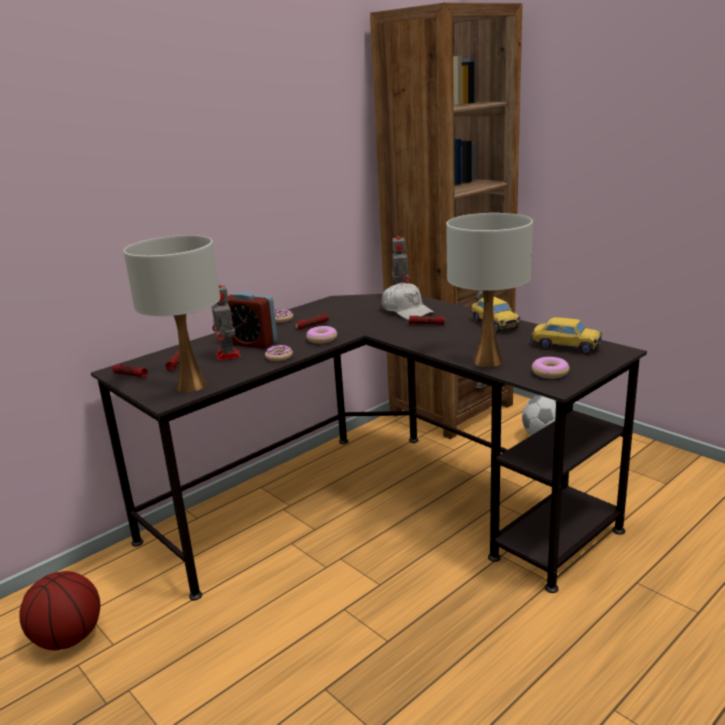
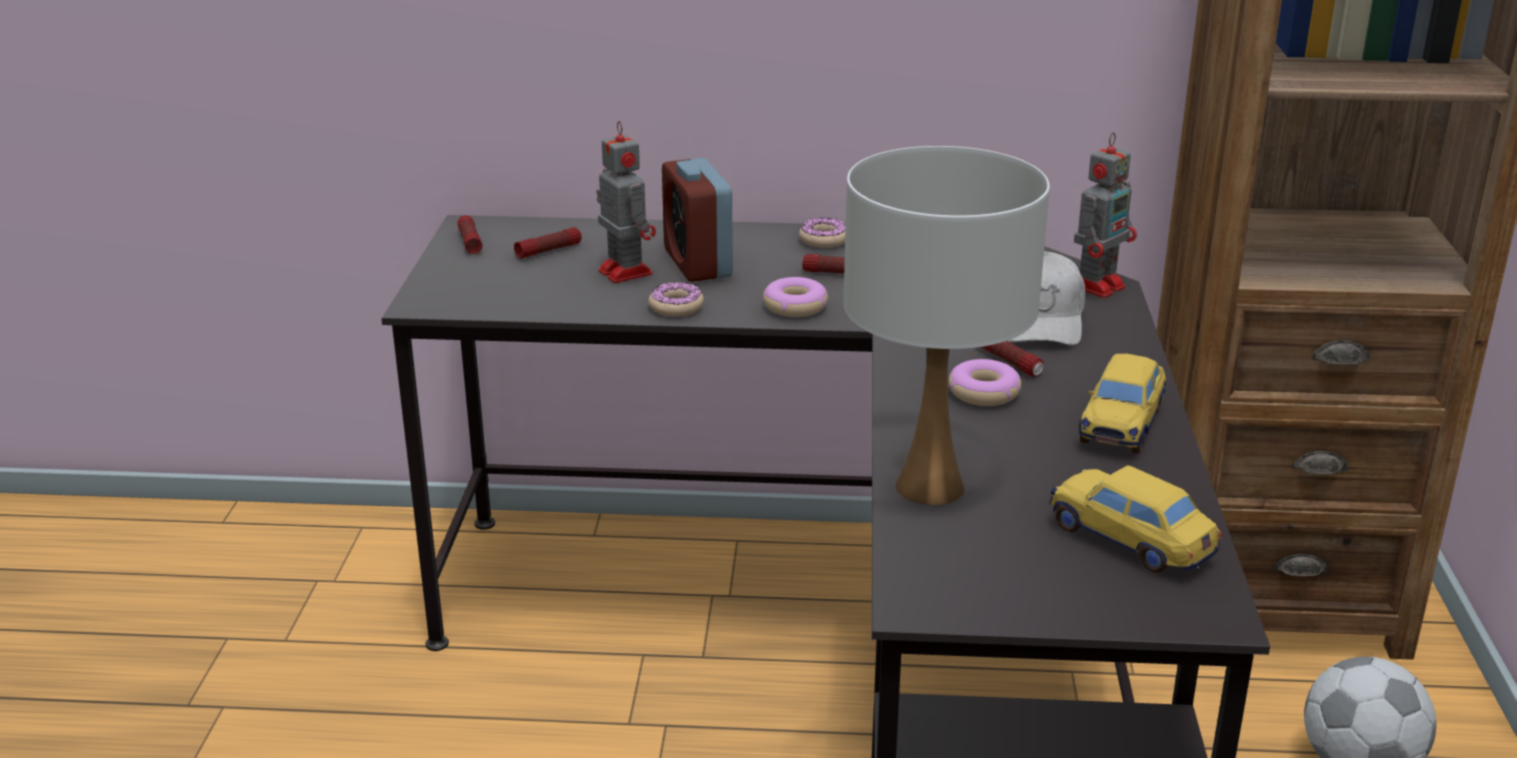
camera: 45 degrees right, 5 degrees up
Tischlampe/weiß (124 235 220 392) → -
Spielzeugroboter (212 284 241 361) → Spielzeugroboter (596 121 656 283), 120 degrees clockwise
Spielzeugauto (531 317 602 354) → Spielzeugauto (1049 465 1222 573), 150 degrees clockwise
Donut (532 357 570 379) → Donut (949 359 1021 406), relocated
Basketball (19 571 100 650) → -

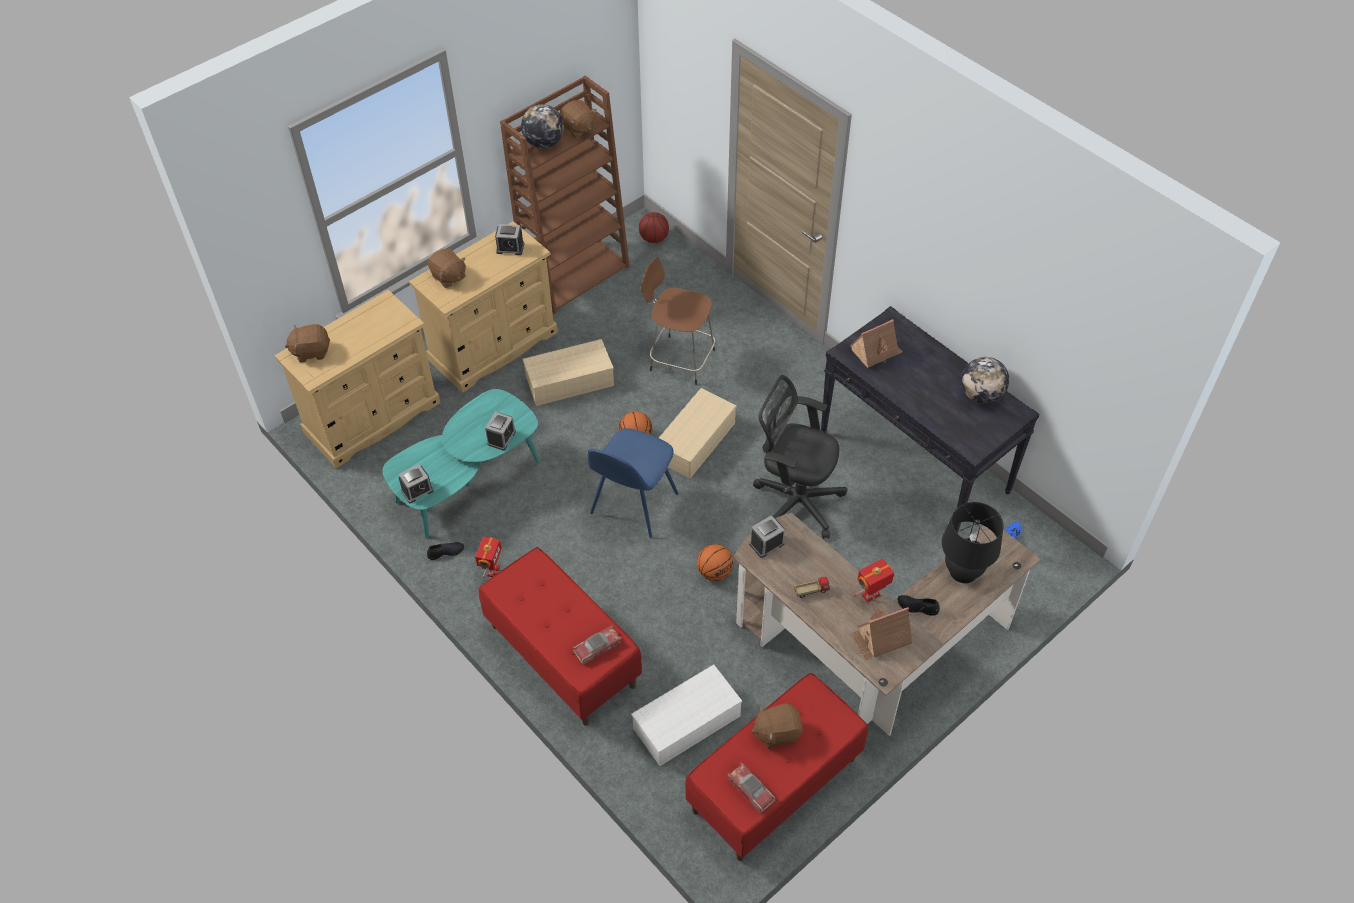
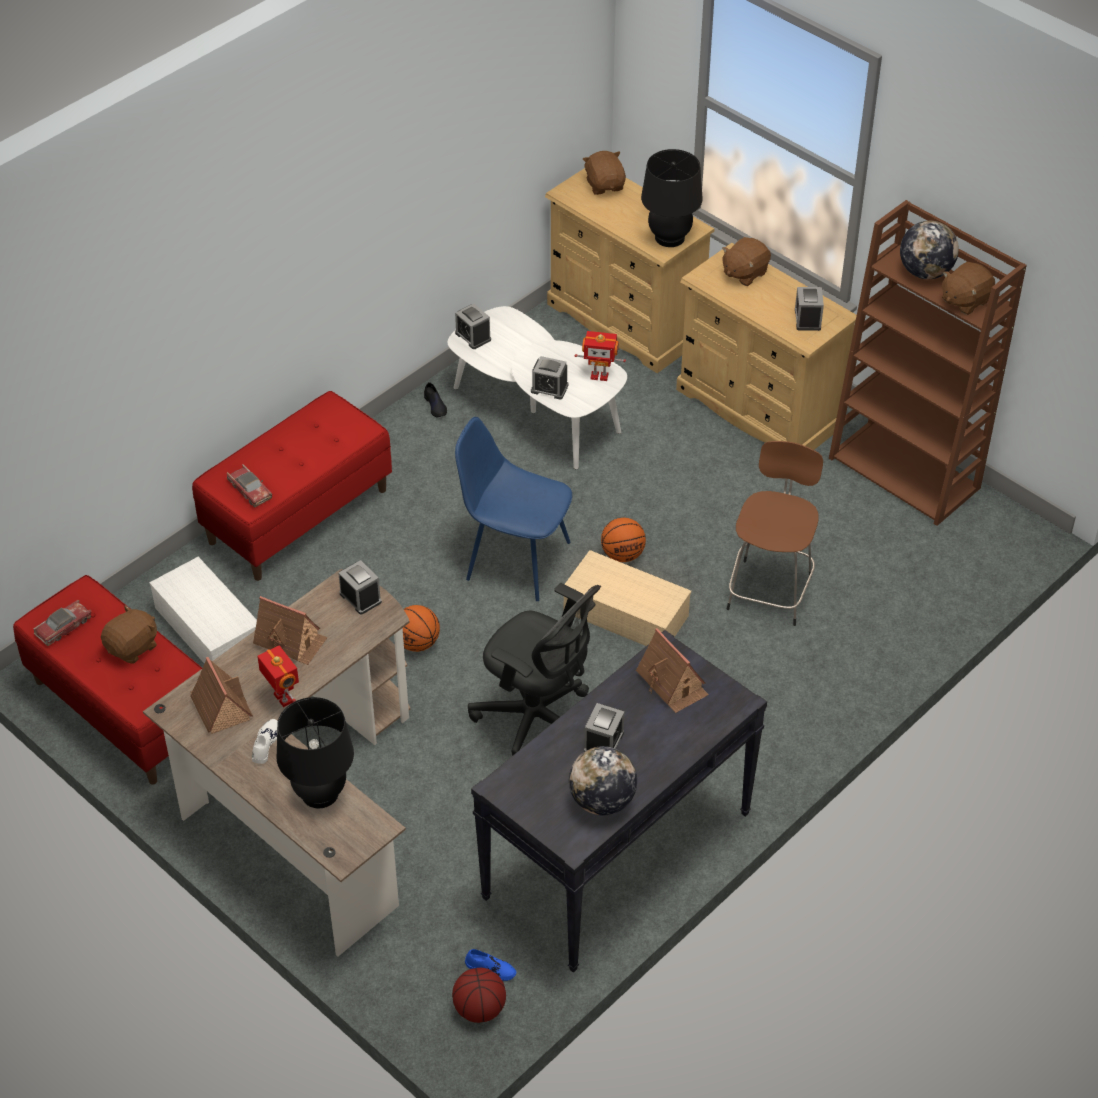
camera: 85 degrees right, 5 degrees down
Basketball (639 212 669 243) → Basketball (452 968 506 1023), relocated
Aufbewahrungsbox/beige (523 339 614 406) → -
Bürostuhl/schwarz (753 375 847 539) → Bürostuhl/schwarz (468 583 601 756), 105 degrees clockwise
Couchtisch/türkis (382 389 540 539) → Couchtisch/weiß (447 306 627 469)
Spielzeugroboter (475 536 502 578) → Spielzeugroboter (574 331 626 381), relocated
Spielzeuglaster (794 577 830 598) → Spielzeughaus (253 596 328 665)
Schuh/schwarz (898 595 940 616) → Schuh/weiß (252 719 278 764)
Plüschtier/braun (751 704 803 749) → Plüschtier/braun (101 605 157 664), 60 degrees clockwise
- → Tischlampe/schwarz (641 149 703 247)
- → Wecker (584 703 624 752)

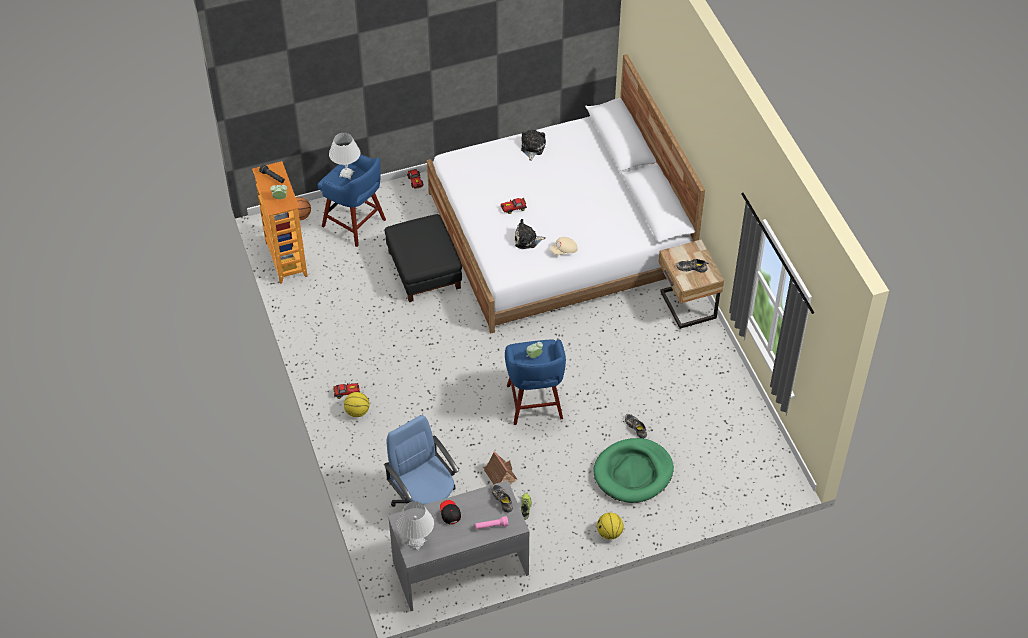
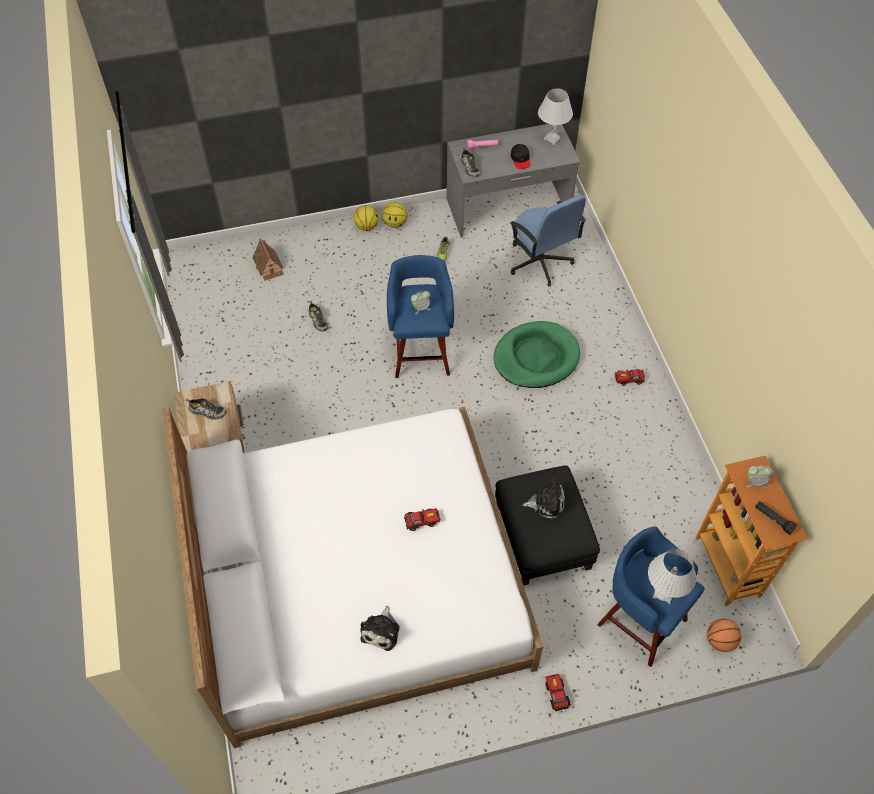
camera: 175 degrees left, 5 degrees up
Plüschtier (515 219 546 249) → Plüschtier (523 479 565 519), relocated
Kappe/beige (550 237 578 255) → -
Basketball (344 392 370 417) → Basketball (382 202 408 228), relocated
Hundebett/grün (593 438 674 503) → Hundebett/grün (494 321 580 388), relocated
Spielzeughaus (483 451 517 484) → Spielzeughaus (253 238 284 281), relocated

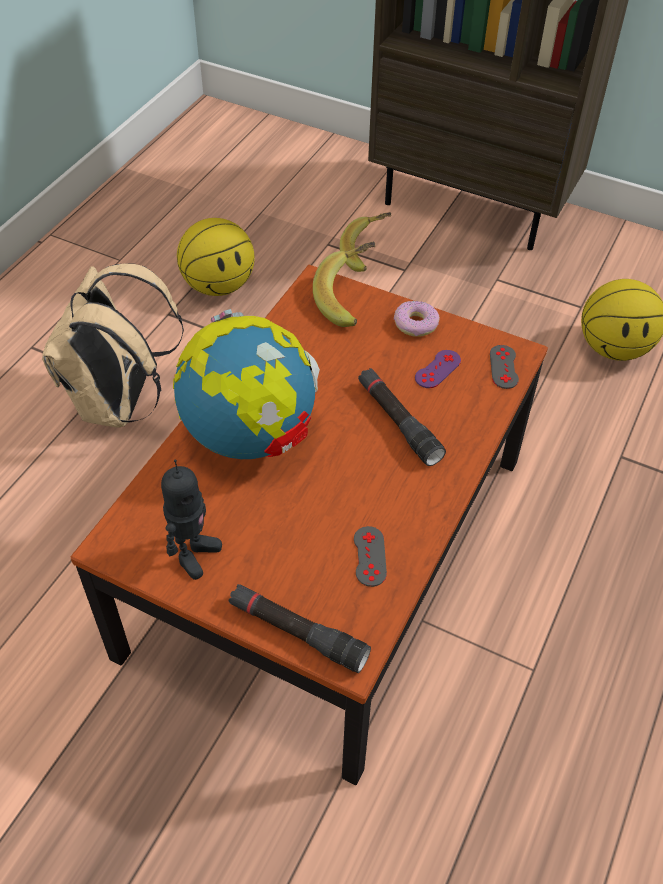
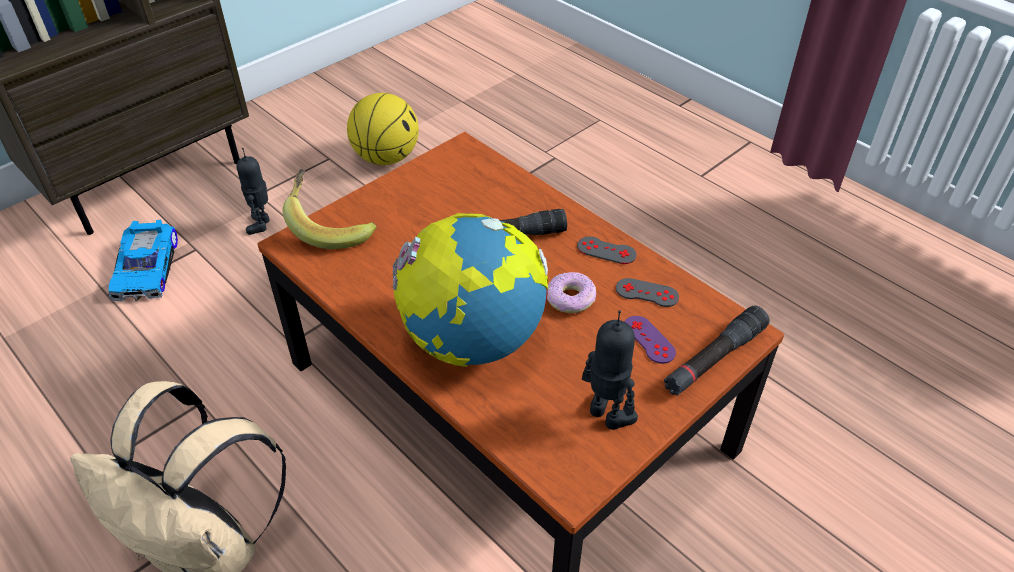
camera: 70 degrees left, 5 degrees down
Banane (340 212 391 272) → Spielzeugauto (109 219 178 302)
Basketball (177 218 255 296) → -
Donut (394 301 440 337) → Donut (547 272 596 313), relocated
Gamepad/grau (490 345 519 389) → Gamepad/grau (577 236 637 264), relocated
Gamepad/lila (415 350 461 388) → Gamepad/lila (624 316 676 364), relocated
- → Spielzeugroboter (237 148 270 235)

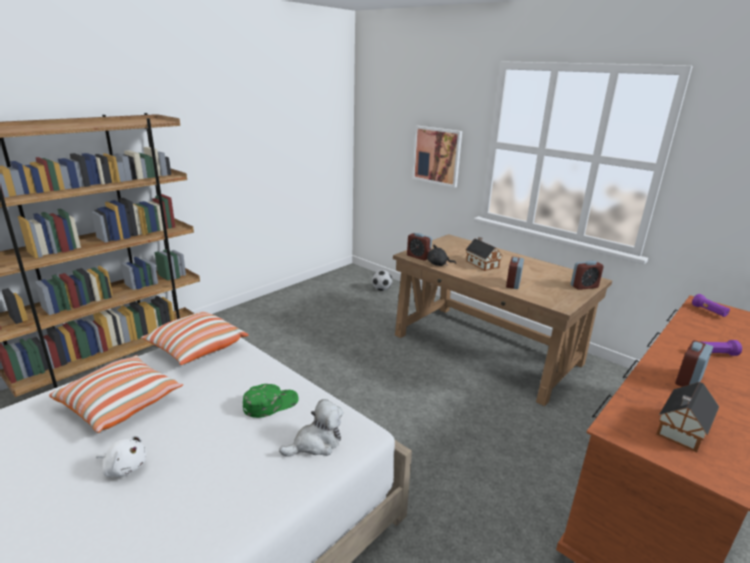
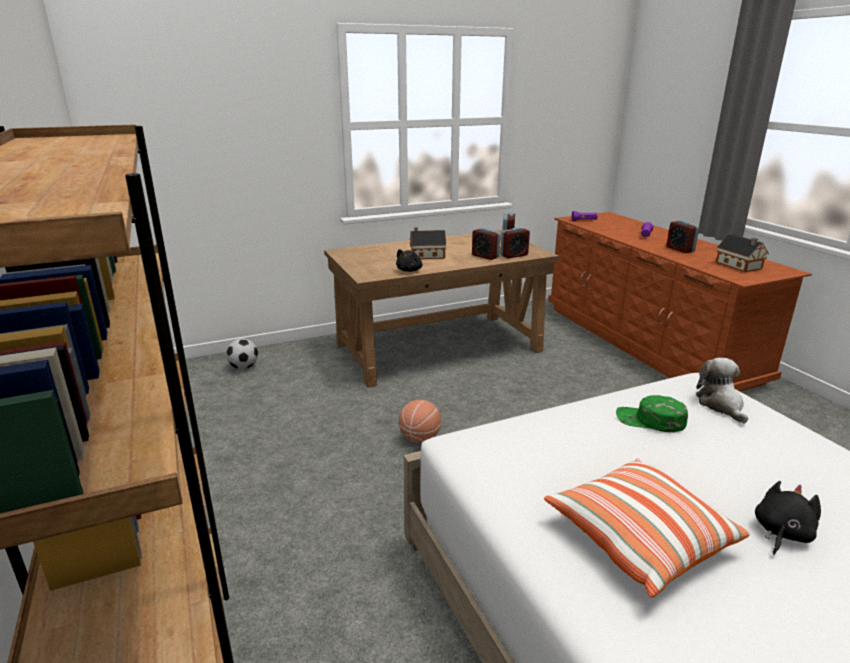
camera: 65 degrees left, 0 degrees up
Bild (412 126 462 188) → -
Wecker (407 233 432 260) → Wecker (501 227 530 258), relocated
Kissen (141 312 248 365) → -
Kappe/grün (243 384 298 418) → Kappe/grün (616 395 688 432), 60 degrees counterclockwise
Plüschtier/weiß (96 435 146 477) → Plüschtier/schwarz (755 481 821 555)
- → Basketball (399 400 441 443)

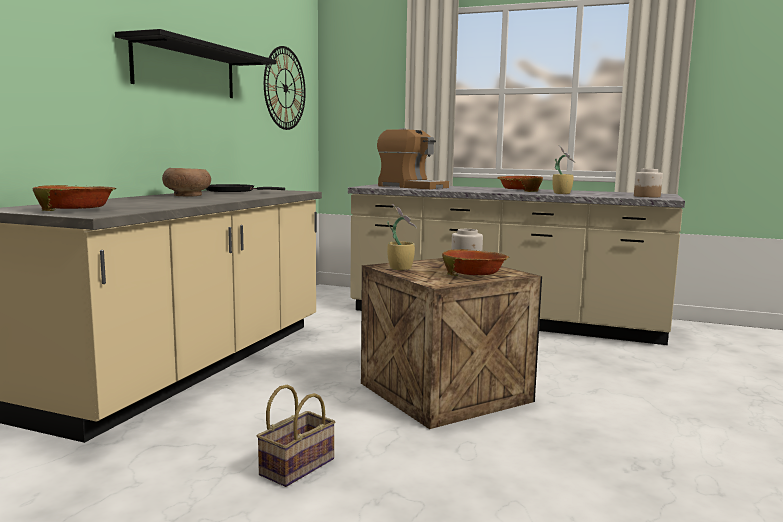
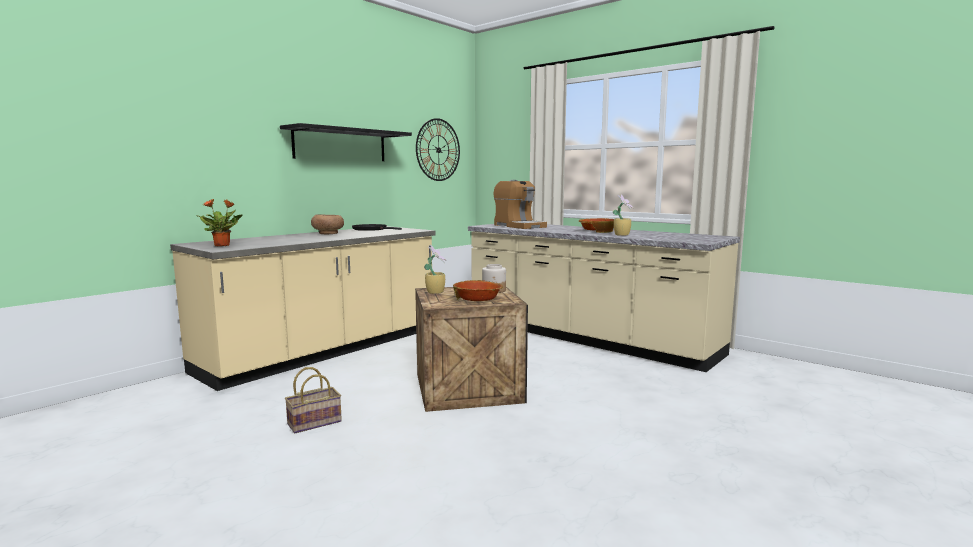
camera: 20 degrees right, 0 degrees up
Vorratsglas (634 169 663 197) → -
Schüssel (33 185 117 211) → Topfpflanze (197 199 243 246)

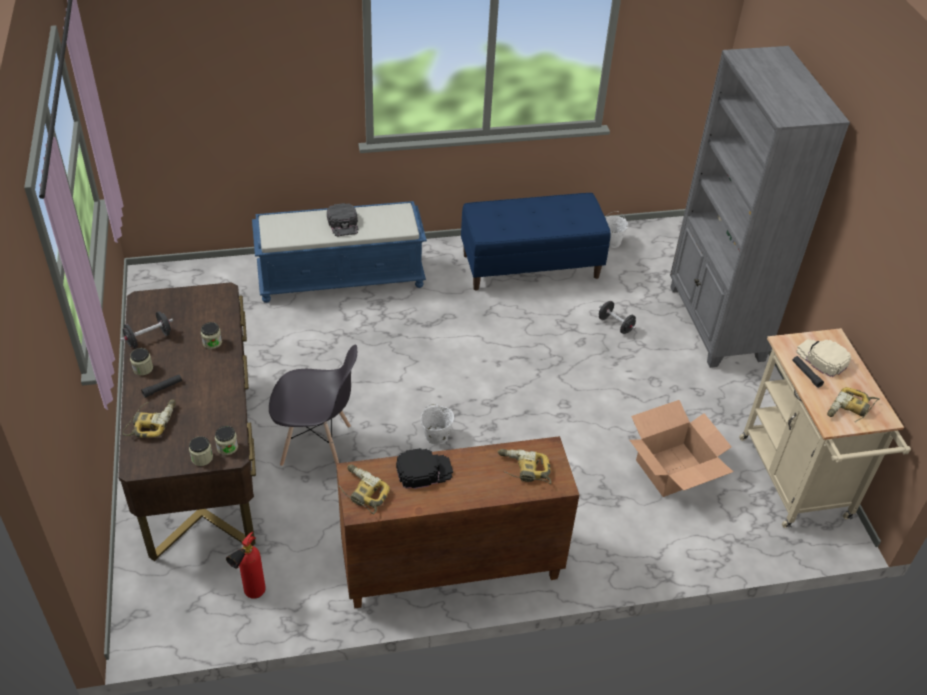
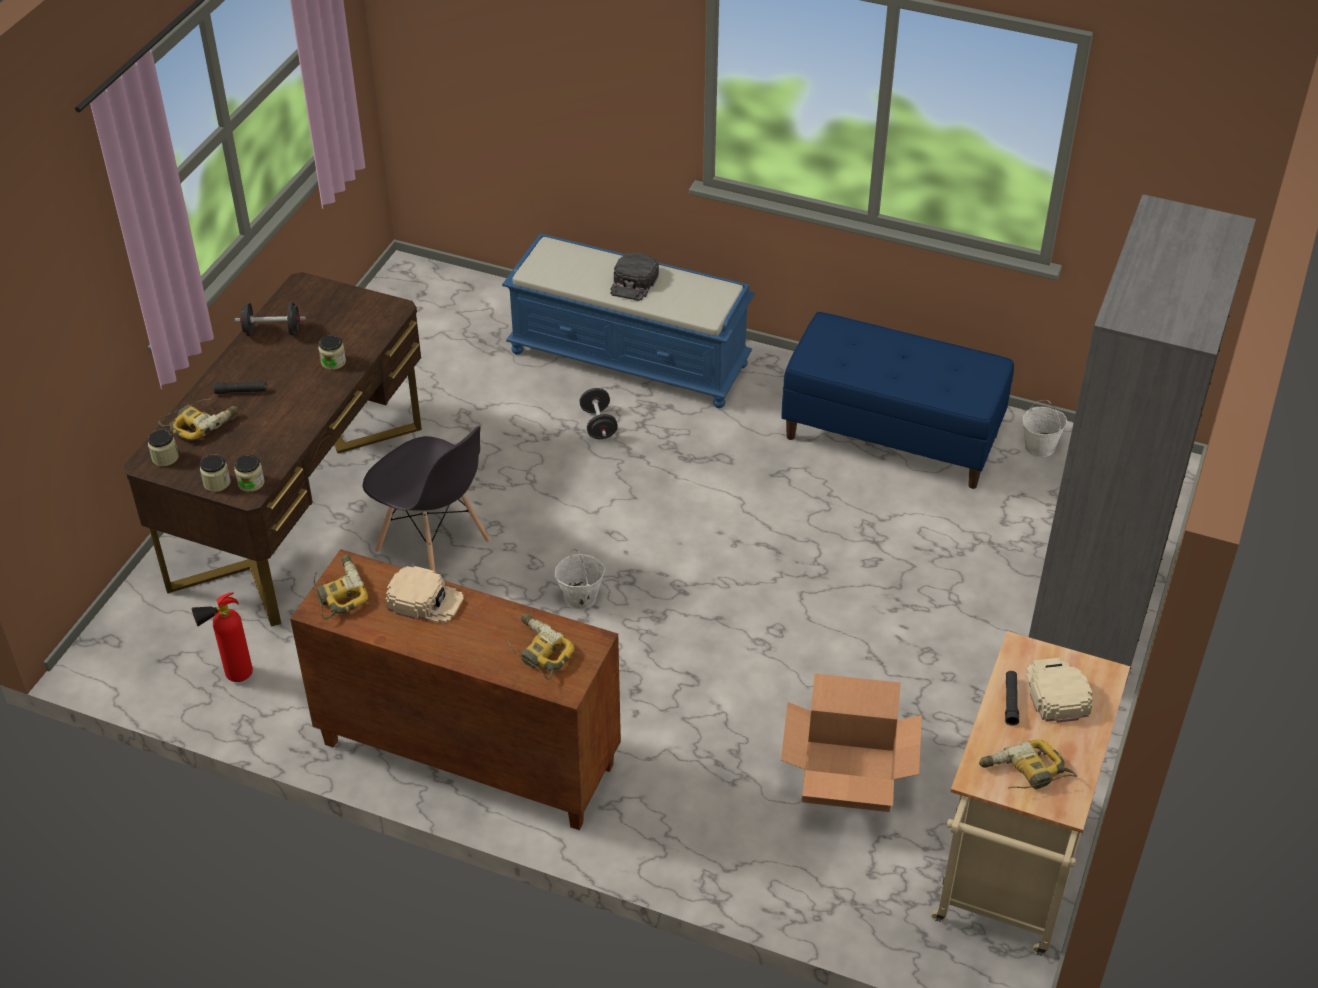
camera: 35 degrees right, 0 degrees up
Hantel/schwarz (599 301 636 334) → Hantel/schwarz (579 388 618 439), relocated
Vorratsglas (130 348 153 376) → Vorratsglas (148 429 179 466), relocated
Kappe/schwarz (396 448 453 489) → Kappe/beige (385 566 464 623)

